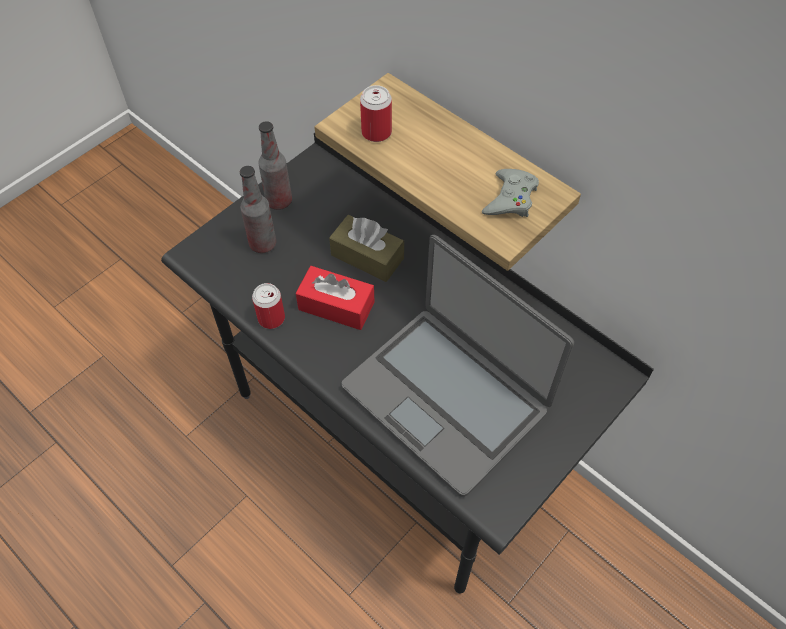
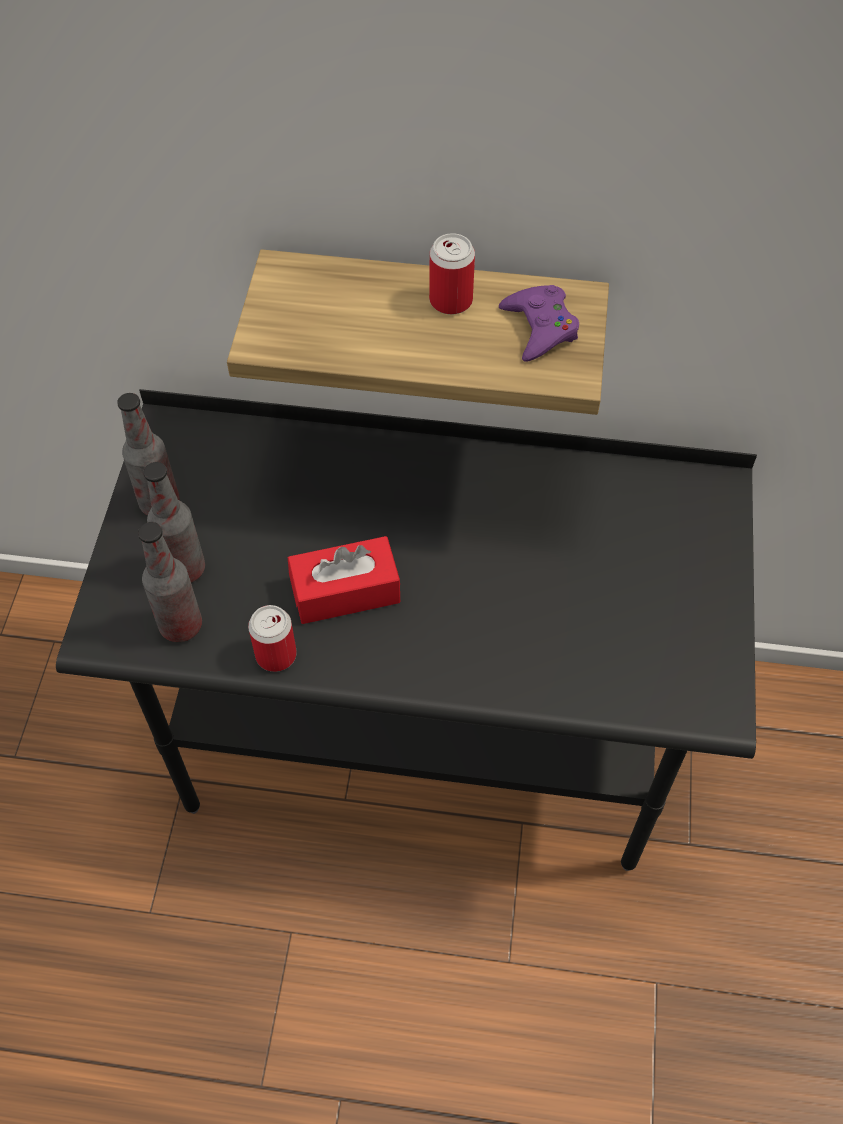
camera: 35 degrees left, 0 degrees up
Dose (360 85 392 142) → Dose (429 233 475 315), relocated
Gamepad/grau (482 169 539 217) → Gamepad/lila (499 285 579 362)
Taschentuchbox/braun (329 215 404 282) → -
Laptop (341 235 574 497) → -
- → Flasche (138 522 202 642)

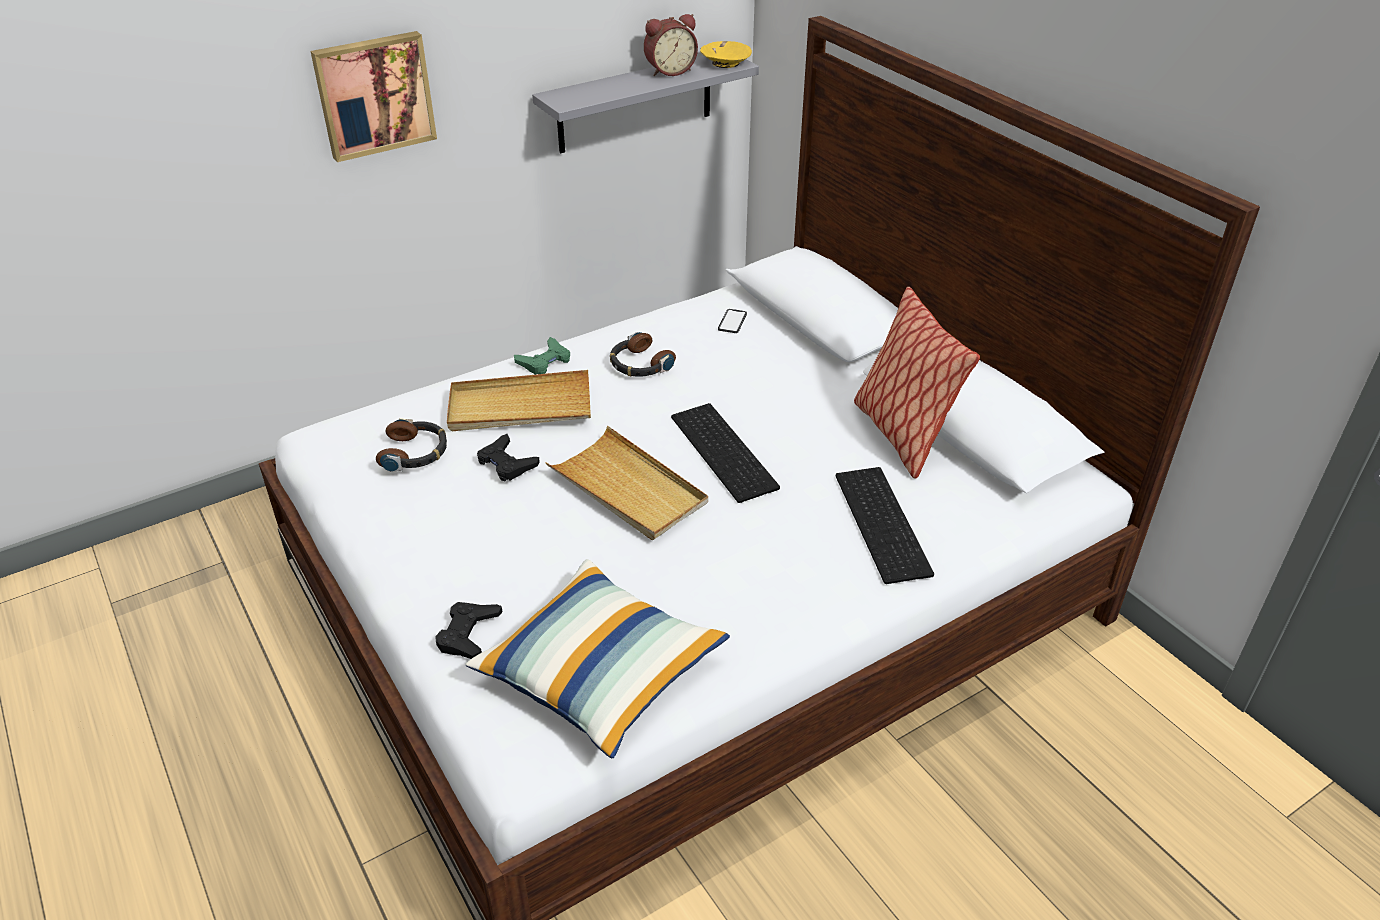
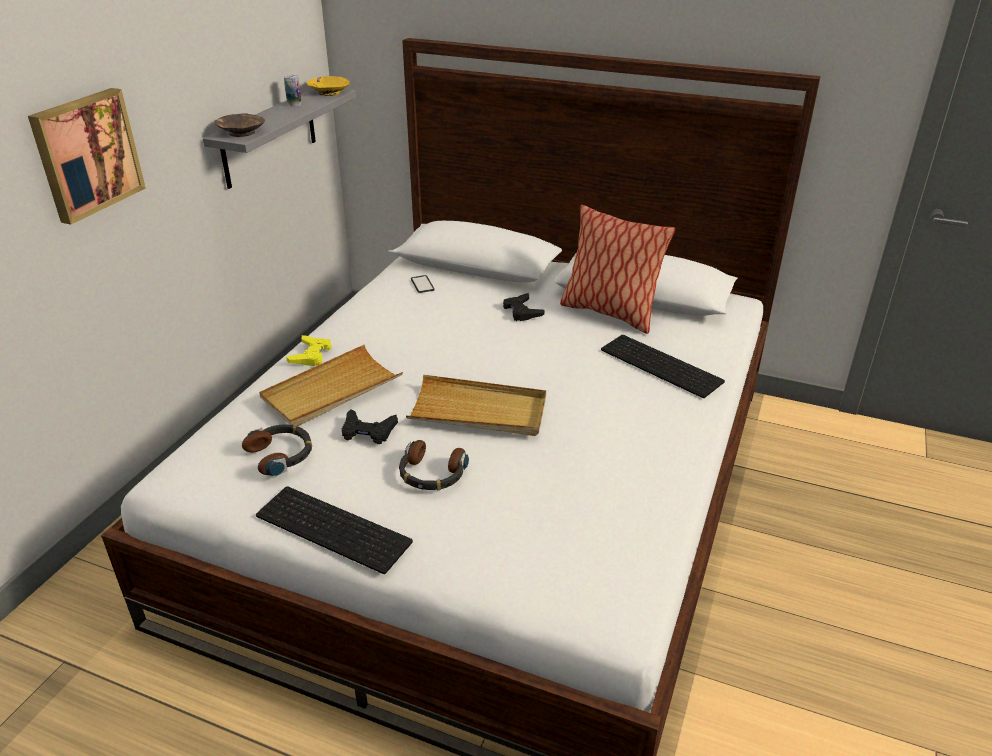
camera: 35 degrees left, 5 degrees down
Wecker (644 14 698 76) → Dose (284 75 301 106)
Kopfhörer (610 332 676 377) → Kopfhörer (399 440 469 490), relocated
Gamepad/grün (514 337 570 375) → Gamepad/gelb (286 335 332 366)
Tastatur (671 403 780 503) → Tastatur (256 486 413 574), relocated
Kissen (465 559 730 759) → -
Gamepad/schwarz (435 602 502 659) → Gamepad/schwarz (503 293 545 321), relocated
- → Schüssel/braun (215 113 265 137)

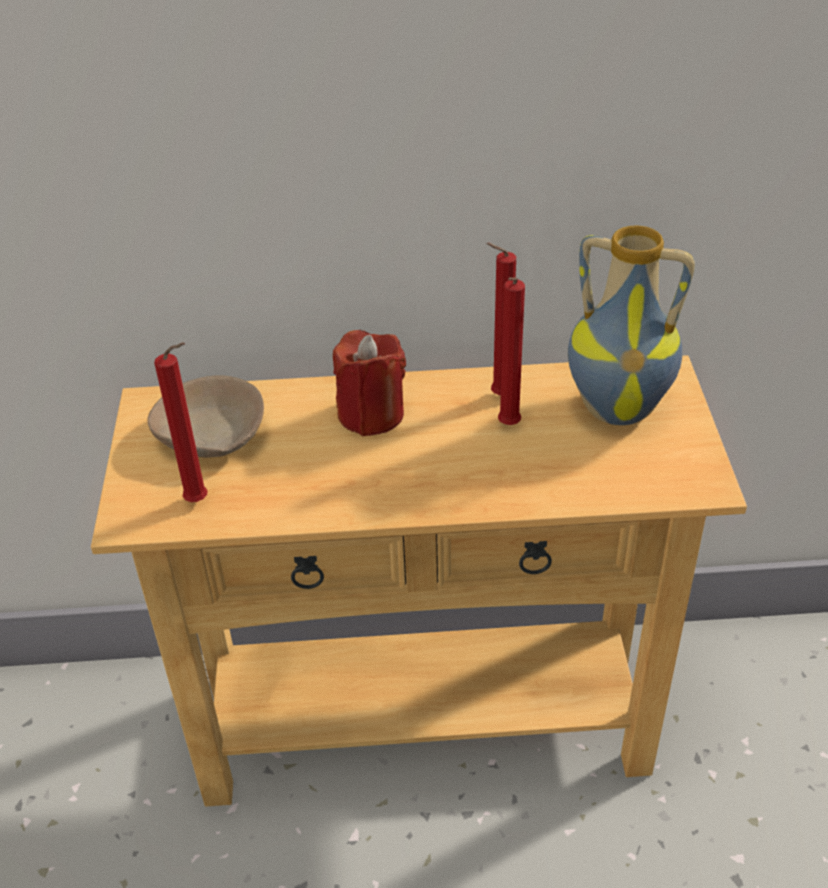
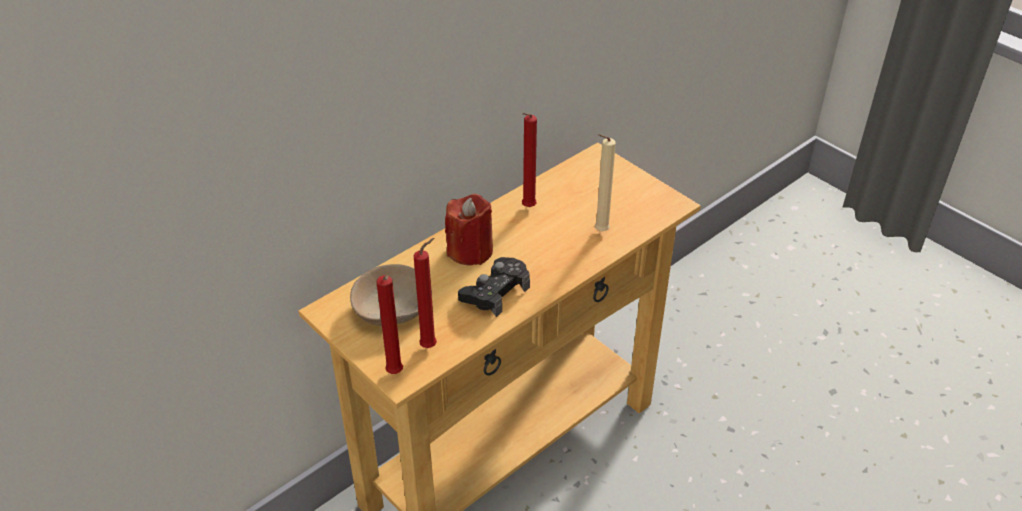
camera: 40 degrees left, 0 degrees up
Vase (568 225 695 425) → -
Kerze/rot (498 277 525 425) → Kerze/rot (376 276 403 374), relocated
- → Kerze/beige (595 134 616 231)
- → Gamepad/schwarz (458 257 530 317)

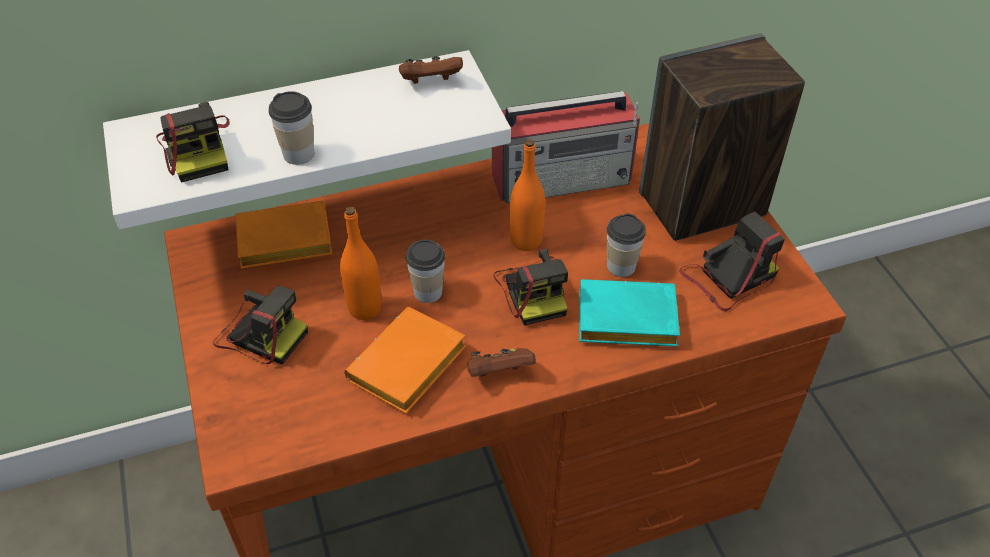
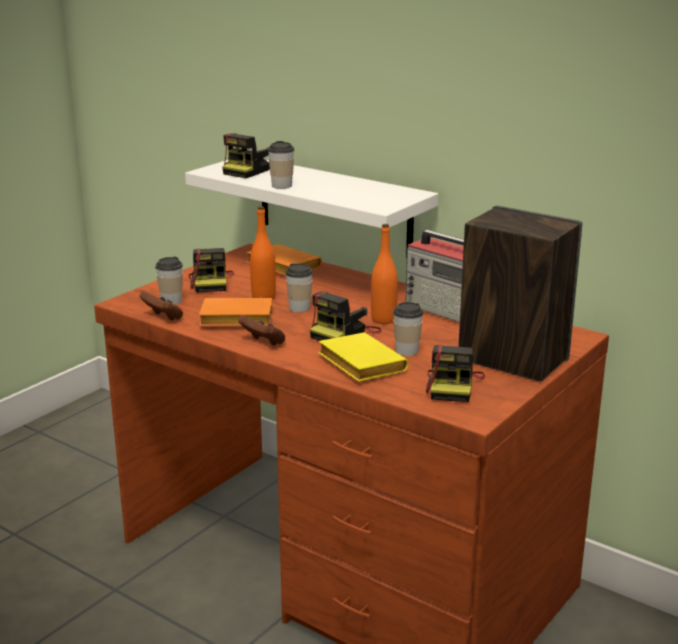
camera: 55 degrees right, 25 degrees down
Gamepad/braun (399 56 463 84) → Gamepad/braun (139 292 183 321), relocated
Kamera (679 211 785 311) → Kamera (426 345 485 402), 75 degrees clockwise
Buch/türkis (579 279 680 347) → Buch/gelb (318 332 408 382)
- → Tasse (155 257 183 305)

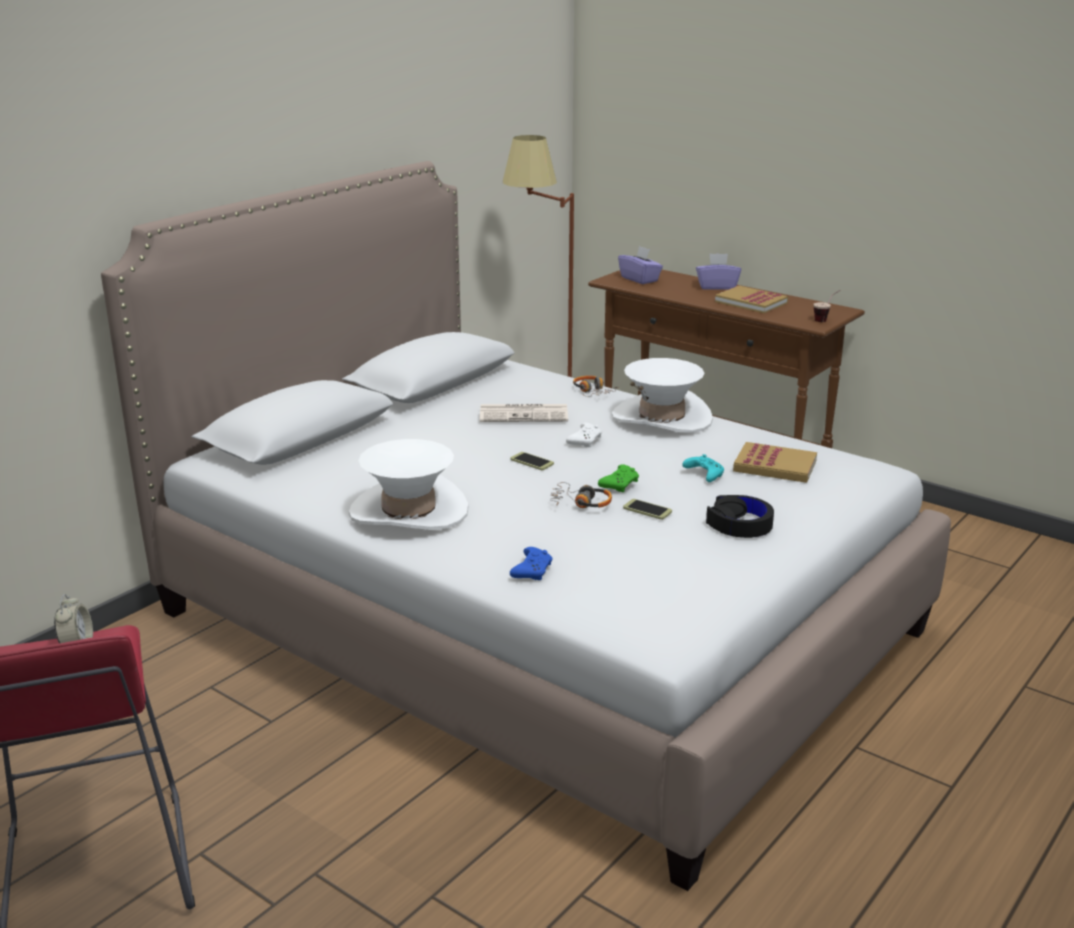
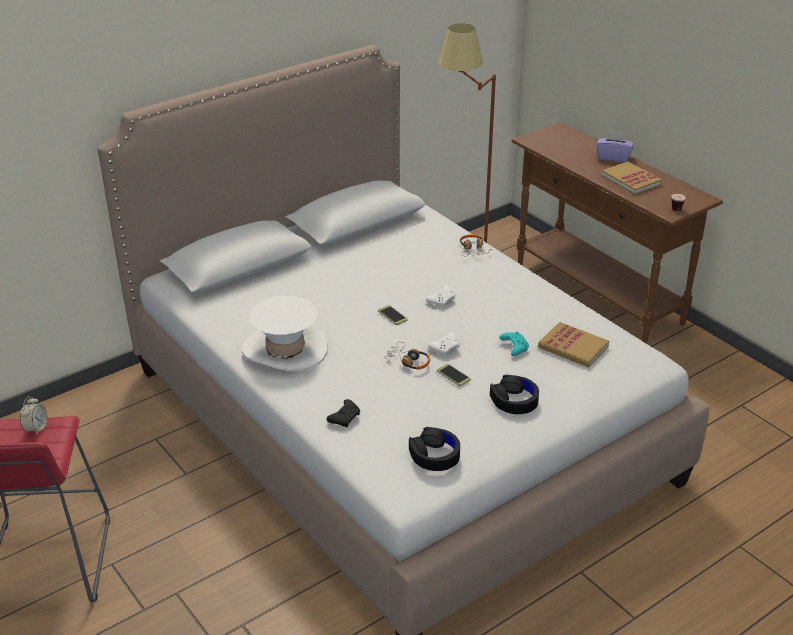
camera: 15 degrees right, 10 degrees up
Taschentuchbox/lila (618 246 663 284) → -
Hut/weiß (612 358 713 433) → -
Zeitung (480 404 568 422) → -
Gamepad/grün (598 464 639 492) → Gamepad/weiß (428 332 460 356)
Gamepad/blau (510 547 553 580) → Gamepad/schwarz (327 399 360 427)
- → Kopfhörer/schwarz (409 427 460 471)

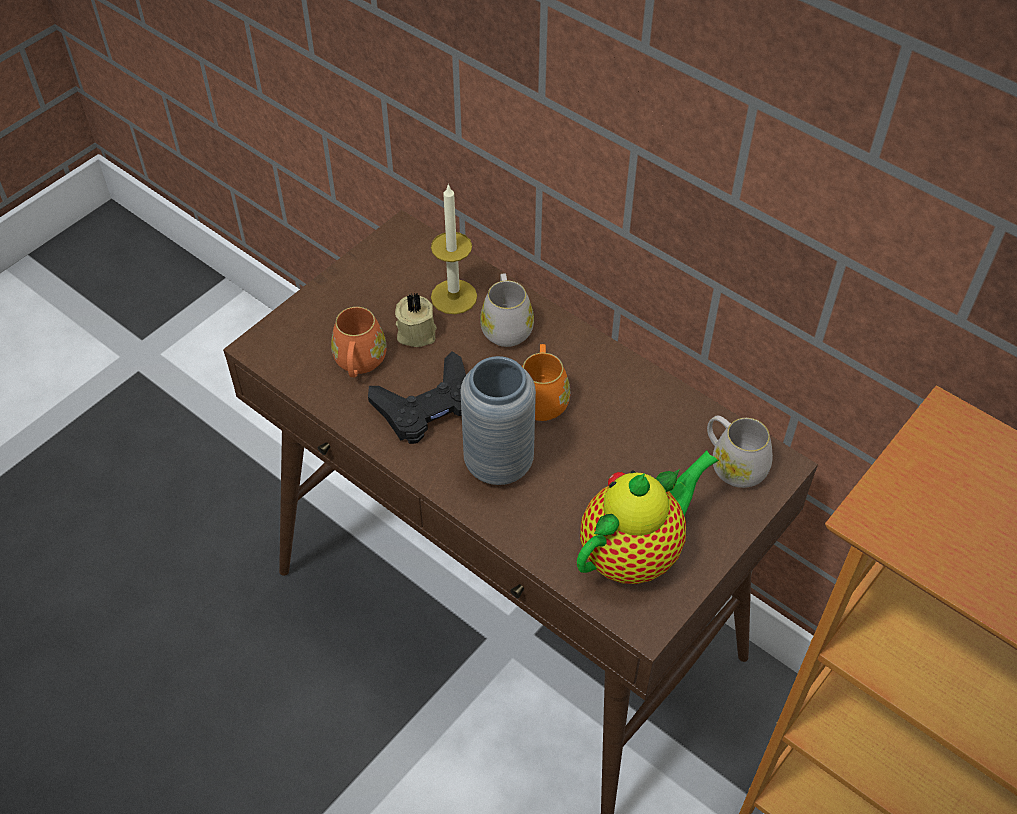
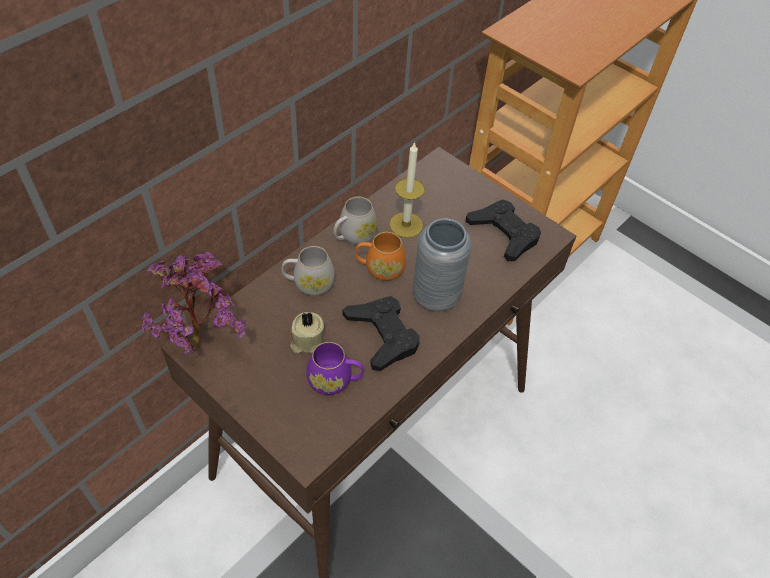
camera: 90 degrees left, 0 degrees up
Kerze (431 184 477 314) → Kerze (389 142 425 238), relocated
Henkelbecher/orange (331 307 386 377) → Henkelbecher/lila (306 342 364 395)
Henkelbecher/weiß (707 416 773 488) → Henkelbecher/weiß (333 196 377 244), relocated
Teekanne (577 450 719 584) → Gamepad/schwarz (465 200 541 261)
- → Topfpflanze (140 252 246 354)

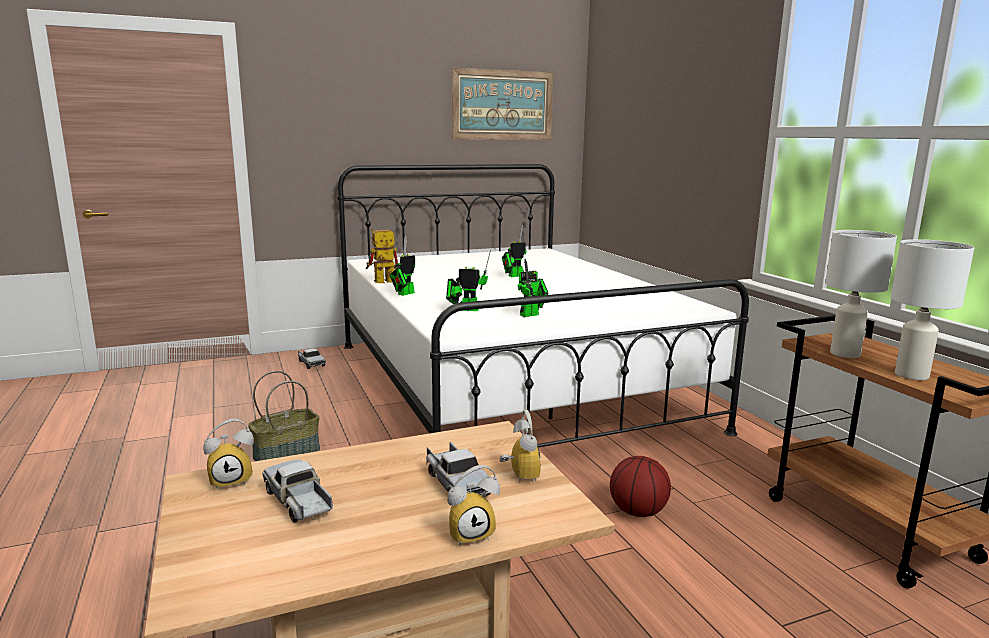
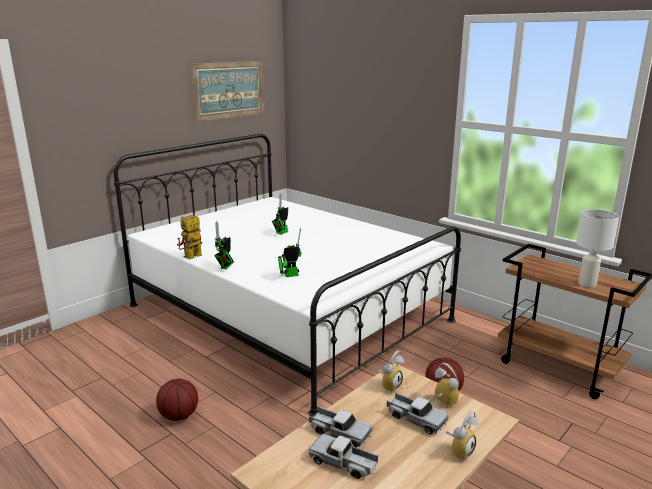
camera: 25 degrees left, 5 degrees up
Tischlampe/weiß (825 230 897 358) → -
Spielzeugroboter (518 259 549 317) → -
Spielzeuglaster (298 348 326 369) → Spielzeuglaster (309 407 372 447), relocated
Korb (248 371 320 461) → Basketball (156 379 198 421)
Wecker (203 419 254 491) → Wecker (378 351 405 393), relocated

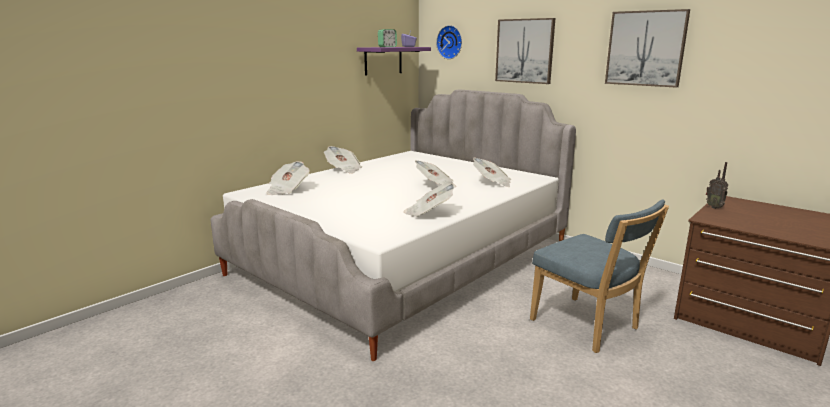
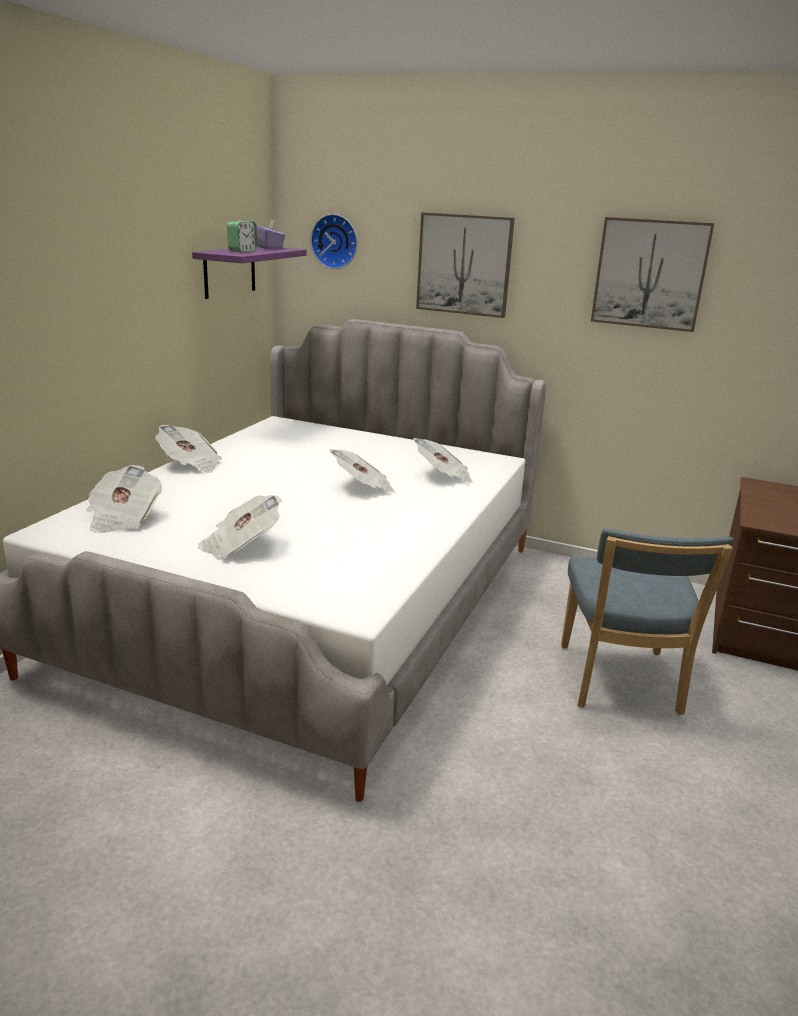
camera: 20 degrees left, 5 degrees up
Radio (706 162 728 209) → -
Zeitung (404 184 456 217) → Zeitung (198 495 282 558), relocated
Stuhl/blau (530 200 669 353) → Stuhl/blau (561 528 734 715), 60 degrees clockwise

